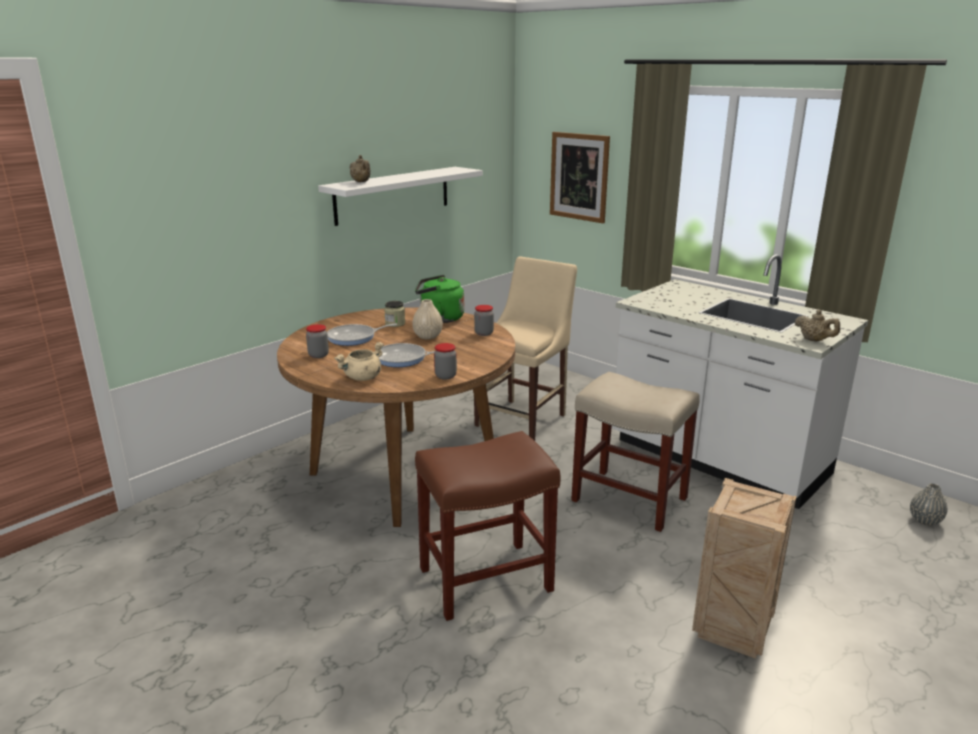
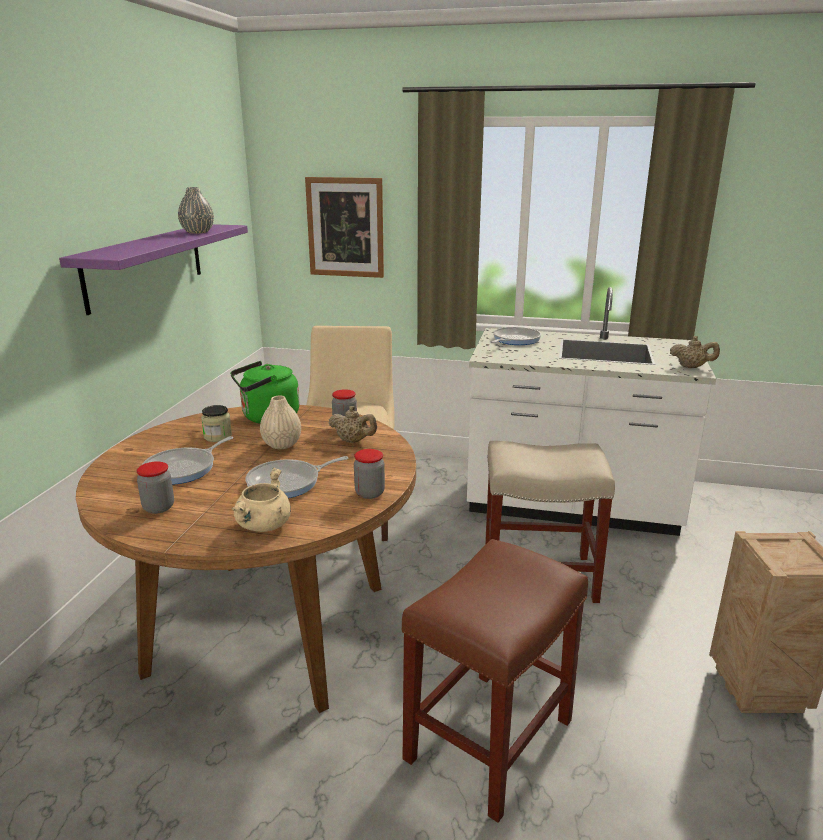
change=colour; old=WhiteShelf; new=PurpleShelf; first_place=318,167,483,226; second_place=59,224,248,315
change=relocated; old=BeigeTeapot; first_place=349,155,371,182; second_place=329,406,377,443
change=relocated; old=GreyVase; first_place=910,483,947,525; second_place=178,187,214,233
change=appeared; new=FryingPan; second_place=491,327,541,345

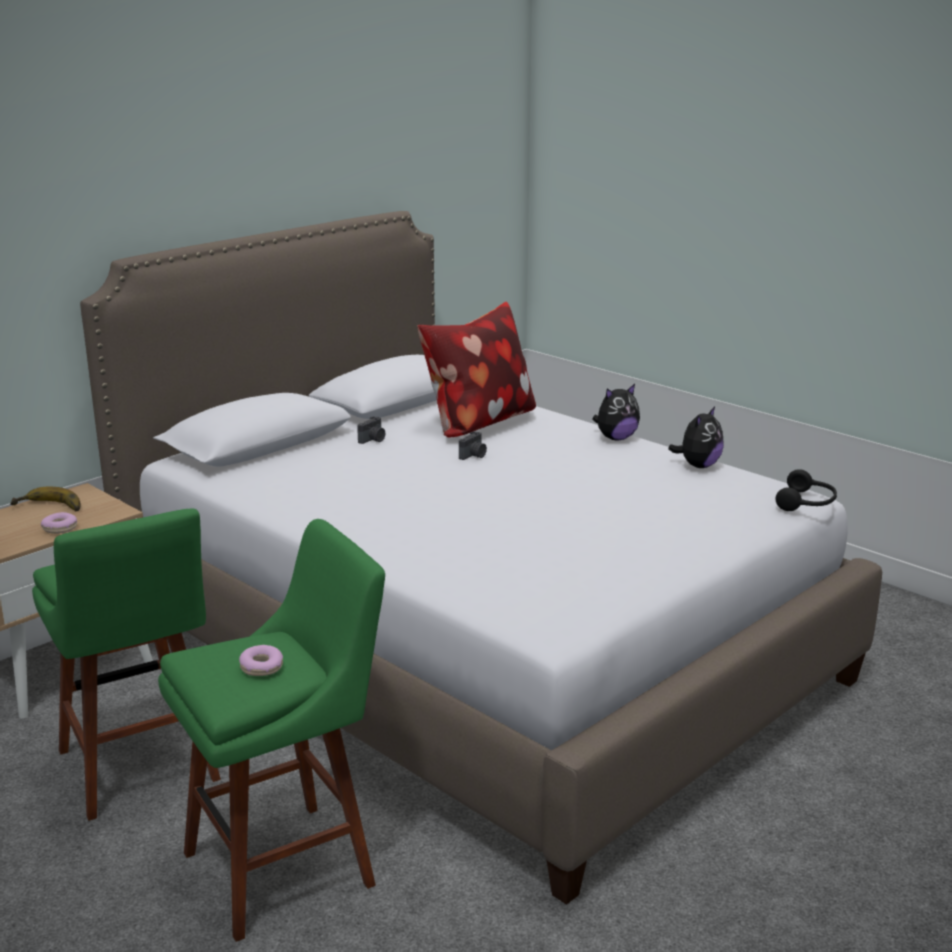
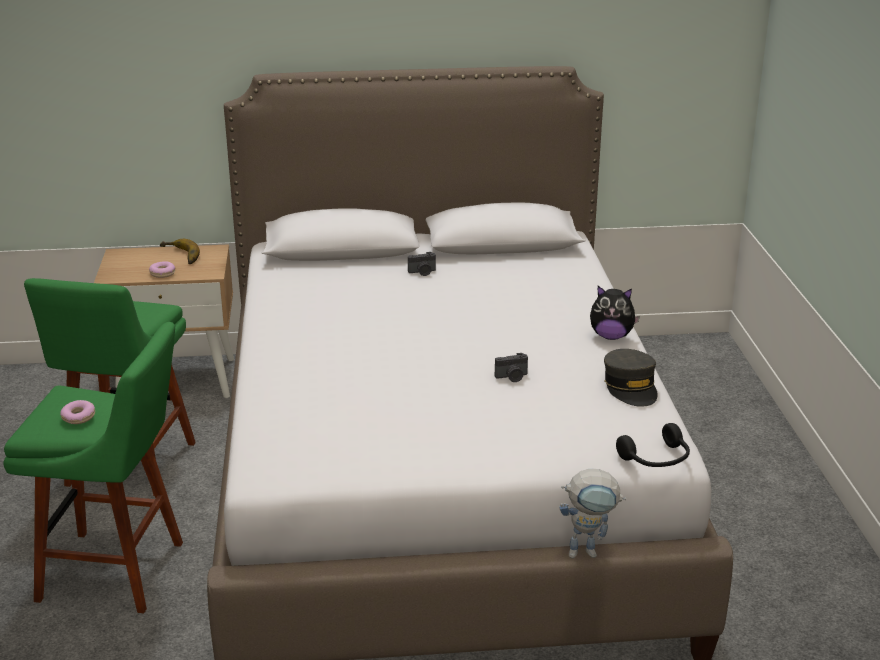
change=missing; old=Pillow; first_place=418,302,536,438
change=relocated; old=PhotoCamera; first_place=459,431,487,460; second_place=495,353,528,382
change=exchanged; old=PlushToy; new=GreyCap; first_place=668,406,724,468; second_place=604,349,658,407
change=appeared; new=ToyRobot; second_place=559,469,626,558

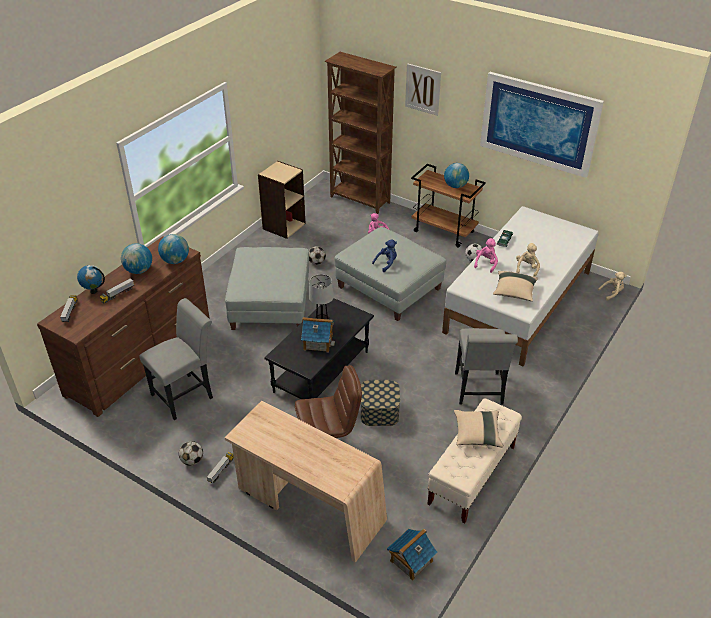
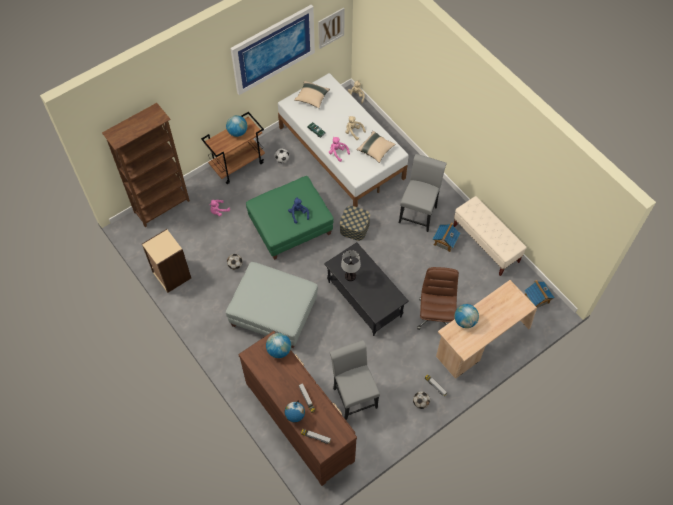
change=relocated; old=Globe; first_place=121,243,152,274; second_place=454,304,479,328
change=relocated; old=ToyHouse; first_place=301,317,335,352; second_place=433,223,461,252
change=colour; old=GreyOttoman; new=GreenOttoman; first_place=334,227,446,321; second_place=246,176,334,260
change=relocated; old=StorageBox; first_place=361,380,400,426; second_place=340,206,370,241
change=relocated; old=Picture; first_place=405,64,441,116; second_place=318,8,345,49
change=relocated; old=BeigePillow; first_place=454,410,503,447; second_place=294,81,330,108
change=spun; old=GreyChair; first_place=455,328,518,405; second_place=399,154,447,232; degrees=-90

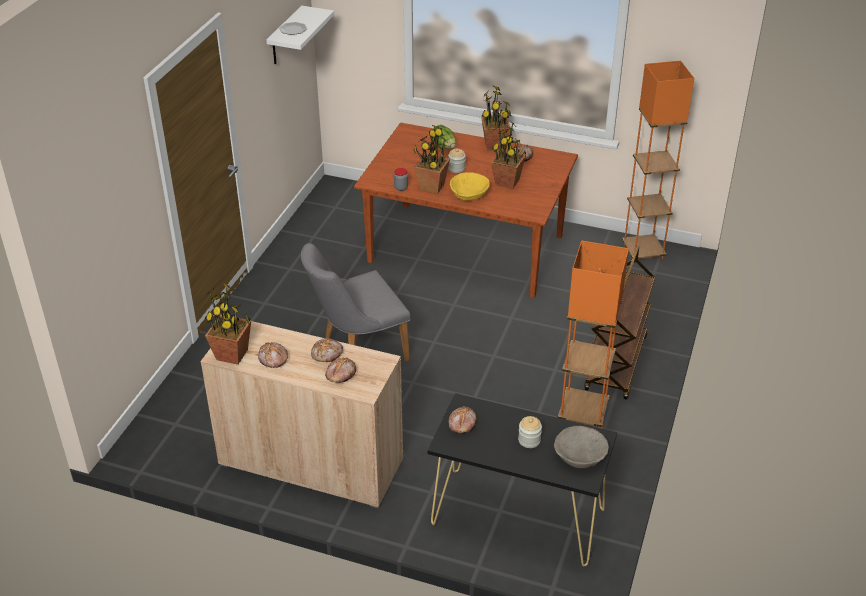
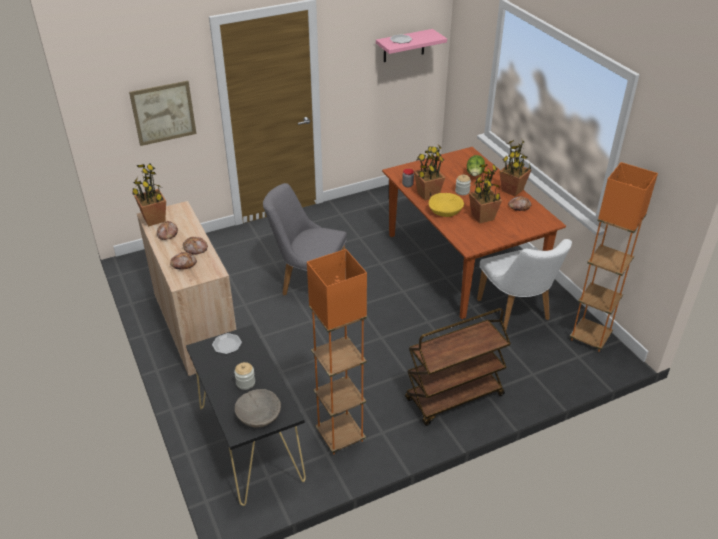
change=colour; old=WhiteShelf; new=PinkShelf; first_place=266,6,334,64; second_place=376,29,447,62
change=exchanged; old=Bread; new=Plate; first_place=449,406,477,433; second_place=212,333,242,354
change=appeared; new=Picture; second_place=129,81,196,146
change=appeared; new=WhiteChair; second_place=477,239,572,331

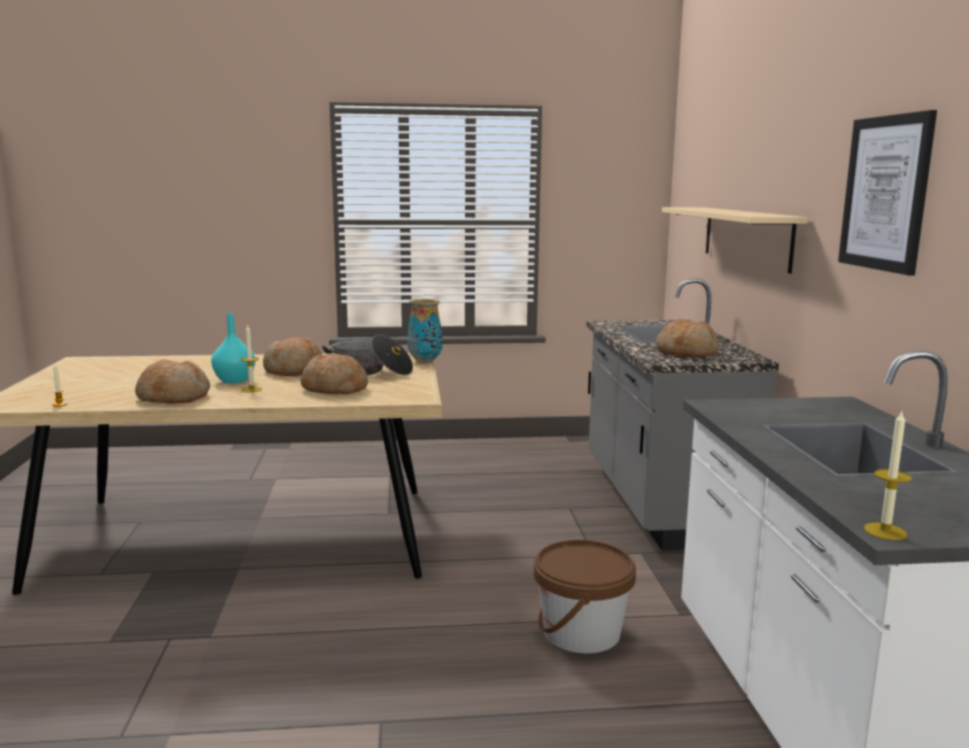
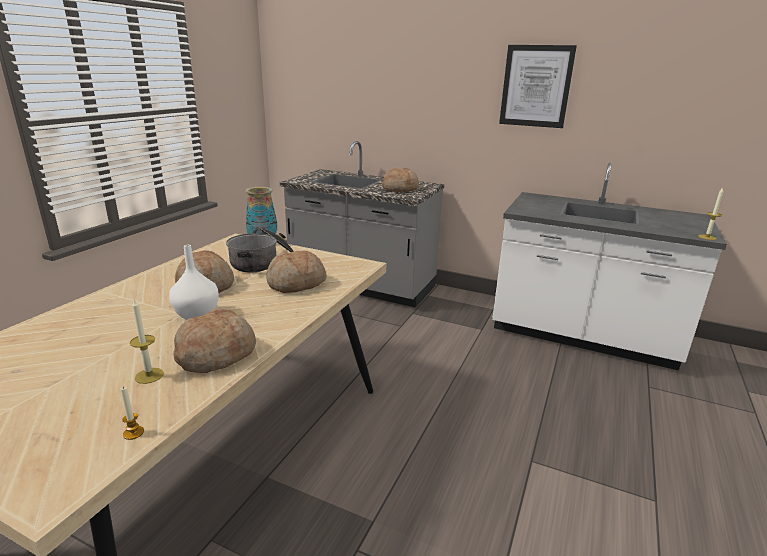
change=colour; old=TurquoiseVase; new=WhiteVase; first_place=211,313,255,383; second_place=169,245,219,320
change=relocated; old=Candle; first_place=241,324,262,392; second_place=130,299,164,384
change=missing; old=BrownBucket; first_place=533,540,636,653
change=missing; old=BeigeShelf; first_place=662,207,808,274

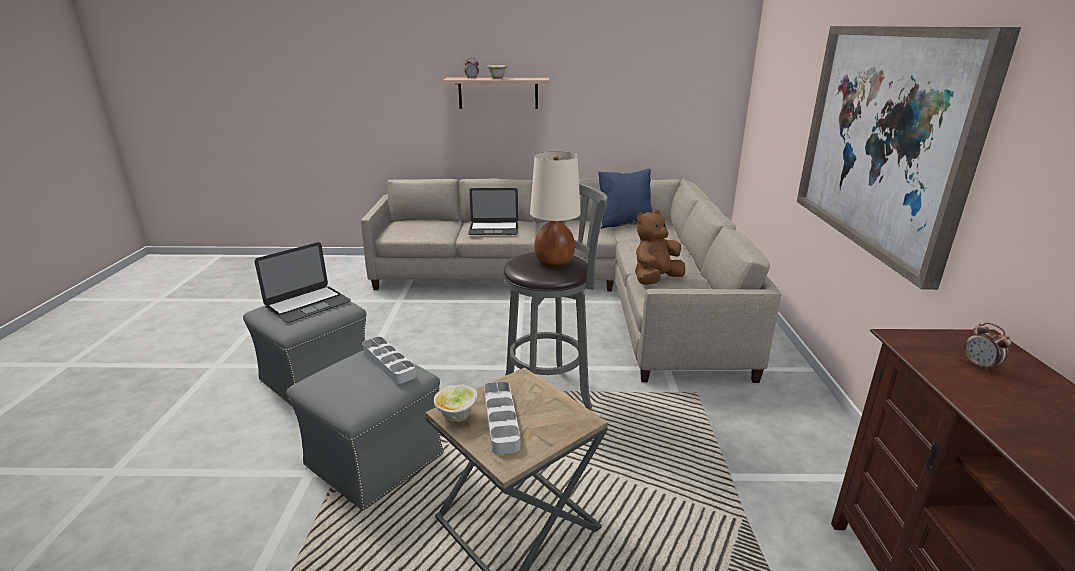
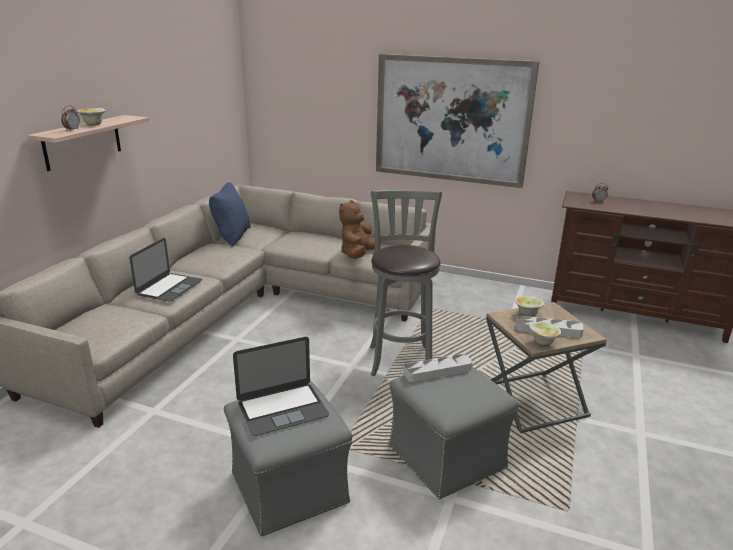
change=spun; old=Laptop; first_place=255,242,351,323; second_place=233,337,329,436; degrees=90
change=missing; old=BeigeTableLamp; first_place=530,151,581,267
change=spun; old=BrownPlushToy; first_place=635,210,686,285; second_place=339,200,375,259; degrees=45
change=appeared; new=Bowl; second_place=516,296,544,317

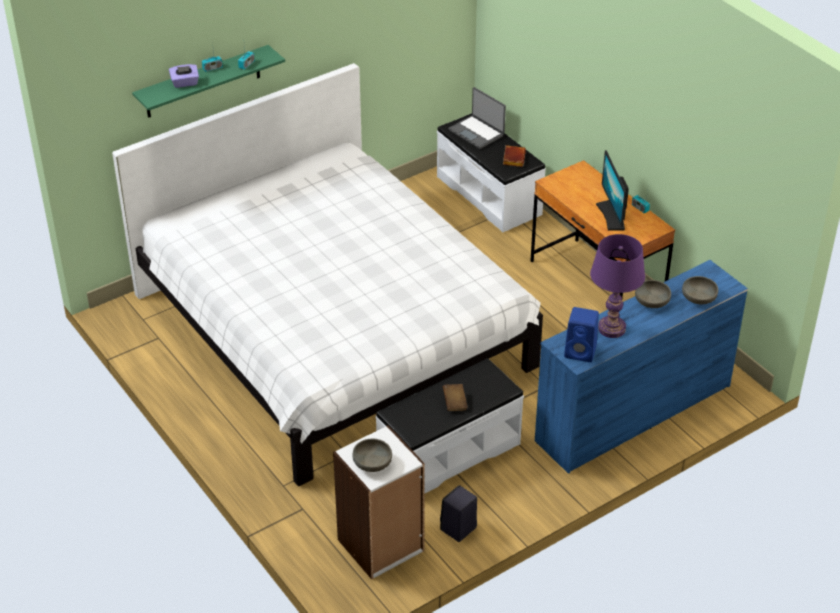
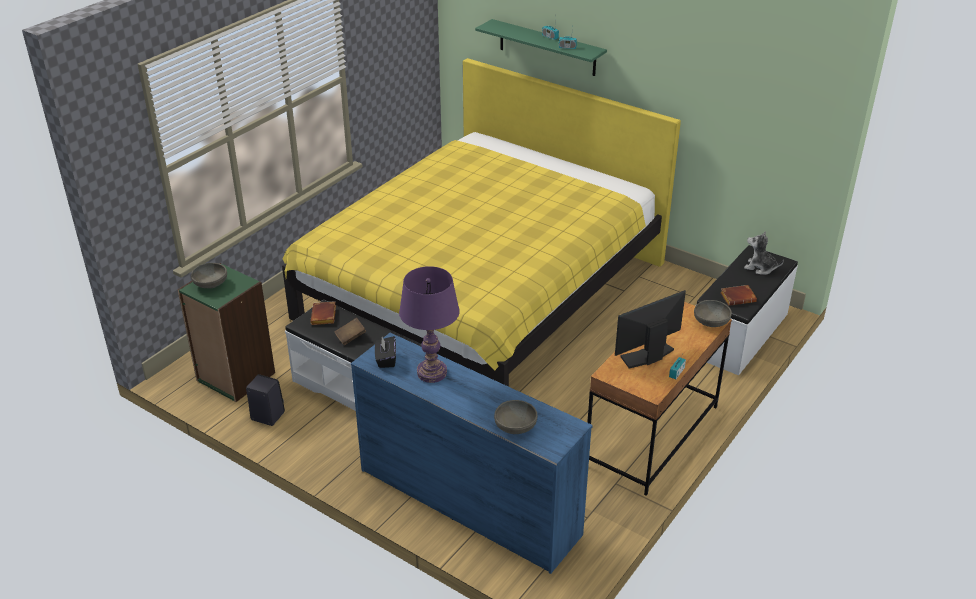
change=colour; old=WhiteBed; new=YellowBed; first_place=112,63,543,486; second_place=282,58,681,387
change=missing; old=PurpleTissueBox; first_place=169,64,199,88
change=colour; old=WhiteBookcase; new=GreenBookcase; first_place=333,425,425,580; second_place=177,263,275,402
change=exchanged; old=Laptop; new=PlushToy; first_place=448,87,506,149; second_place=744,231,784,275
change=exchanged; old=BlueSpeaker; new=BlackTissueBox; first_place=564,307,599,362; second_place=375,336,396,368
change=relocated; old=GreyBowl; first_place=635,280,671,308; second_place=694,300,732,327
change=appeared; new=BrownBook; second_place=310,301,336,325

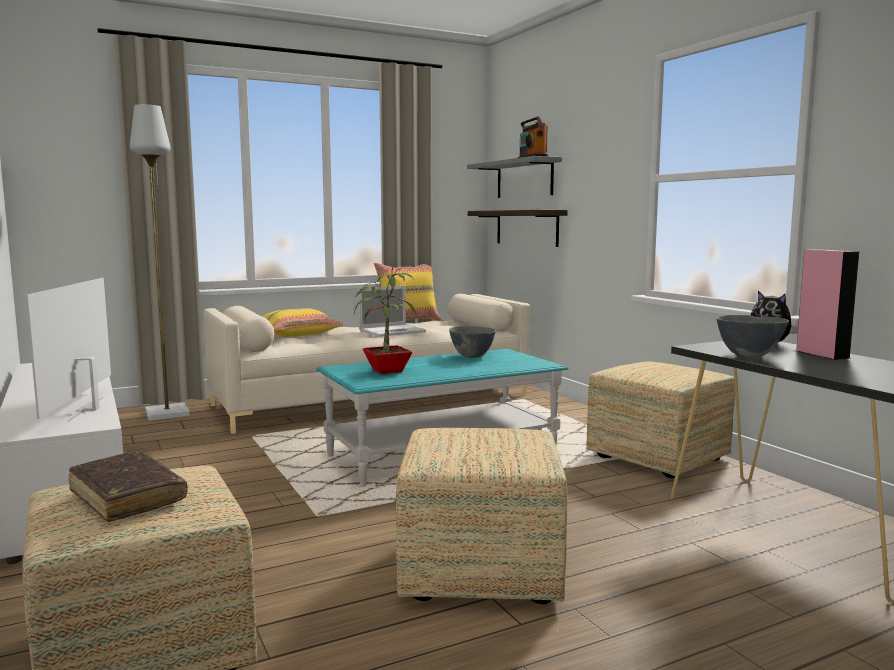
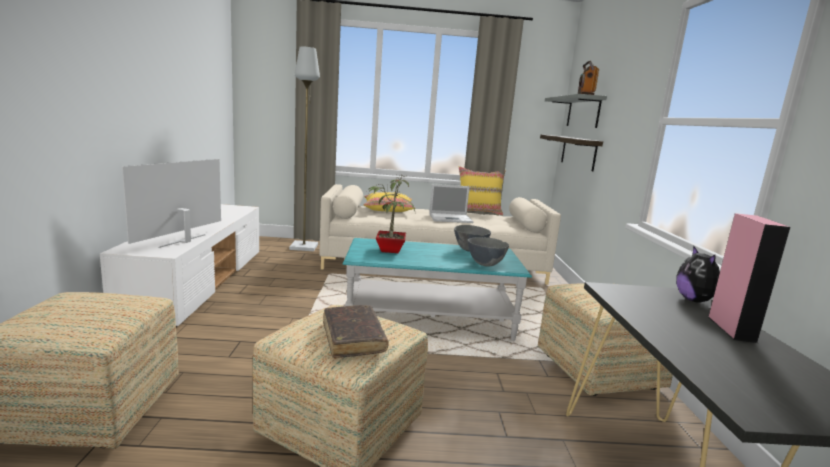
change=relocated; old=BrownBook; first_place=69,451,188,522; second_place=323,305,389,358
change=relocated; old=GreyBowl; first_place=717,315,789,358; second_place=467,237,509,267

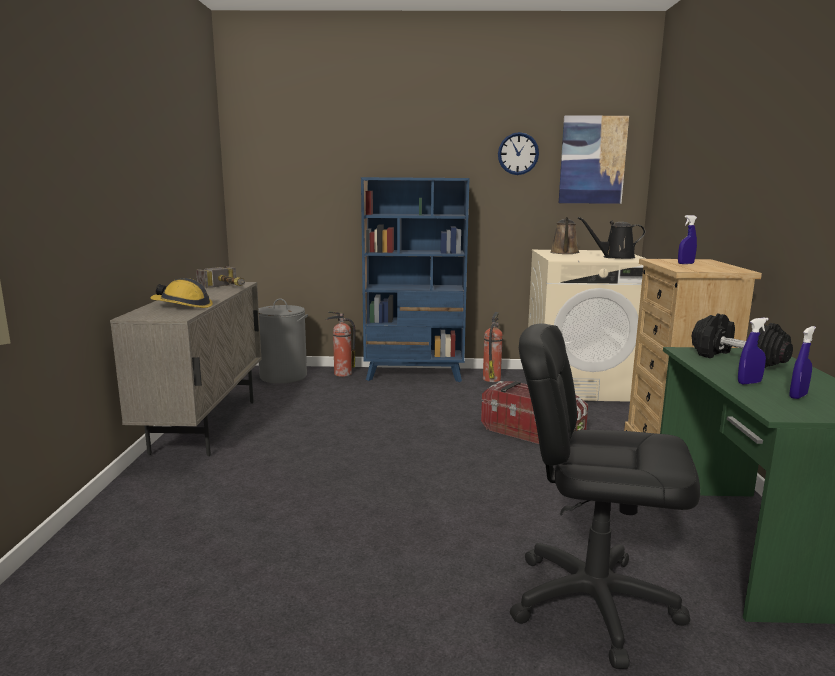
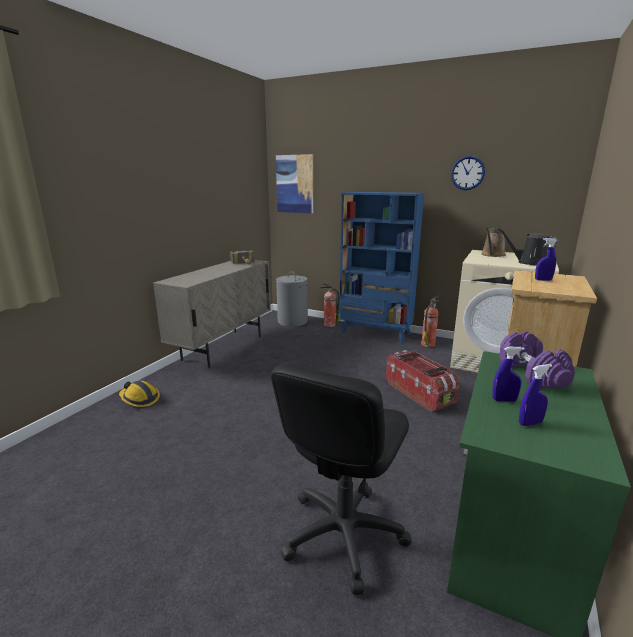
change=relocated; old=HardHat; first_place=151,278,213,308; second_place=119,381,160,407
change=spun; old=BlackOfficeChair; first_place=510,324,700,669; second_place=271,362,412,595; degrees=-105
change=relocated; old=Picture; first_place=559,115,629,204; second_place=276,154,313,213
change=colour; old=BlackDumbbell; new=PurpleDumbbell; first_place=692,314,793,368; second_place=499,332,575,389

